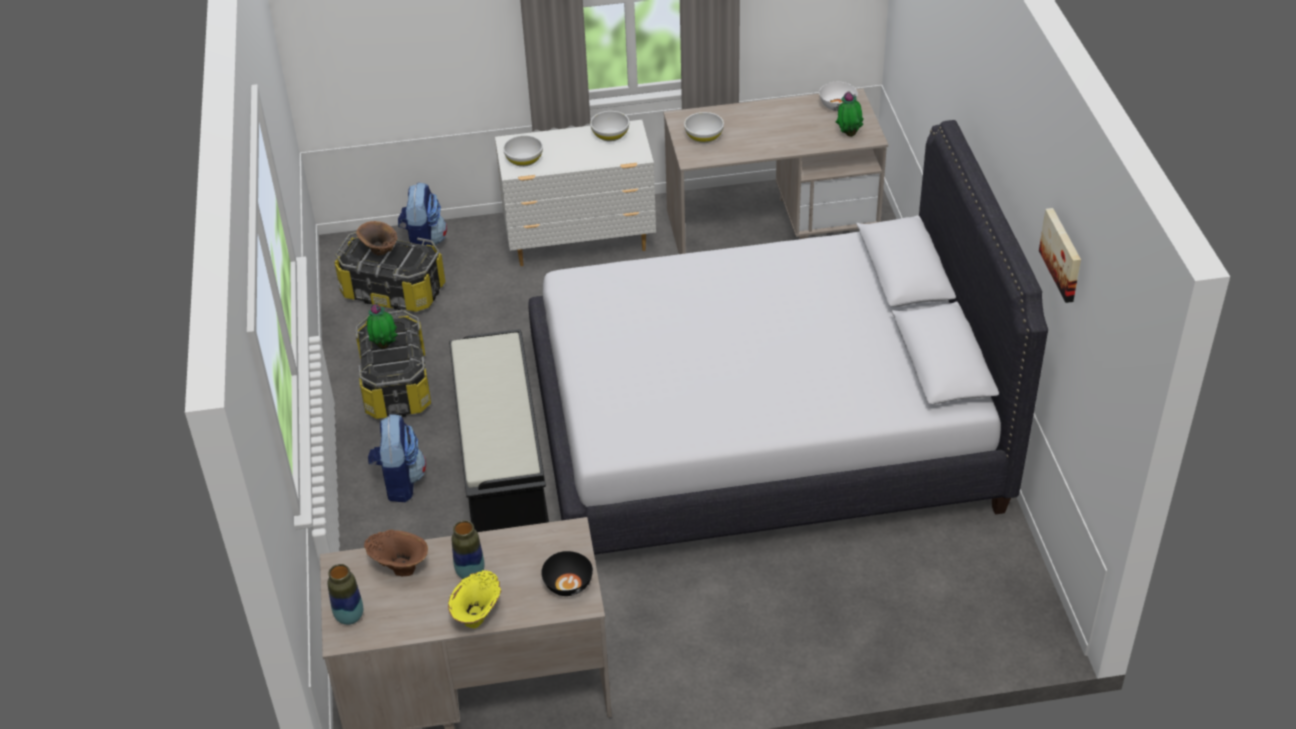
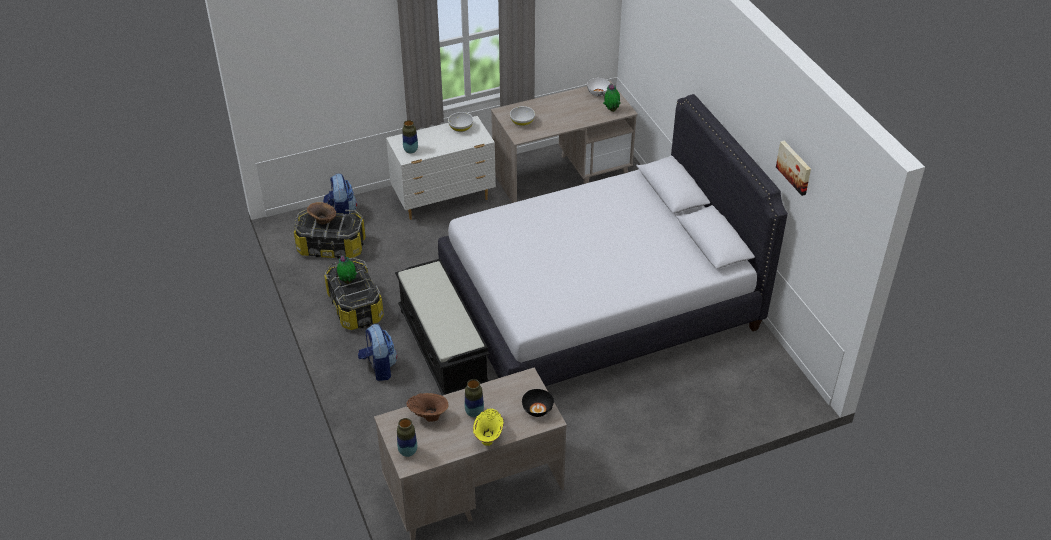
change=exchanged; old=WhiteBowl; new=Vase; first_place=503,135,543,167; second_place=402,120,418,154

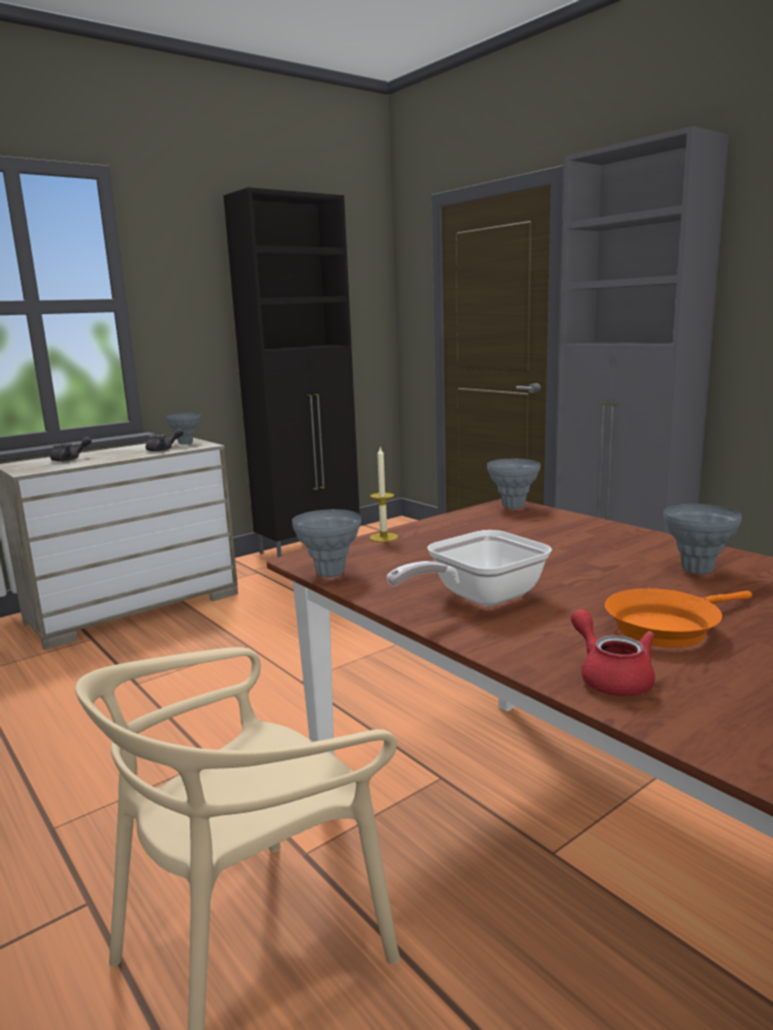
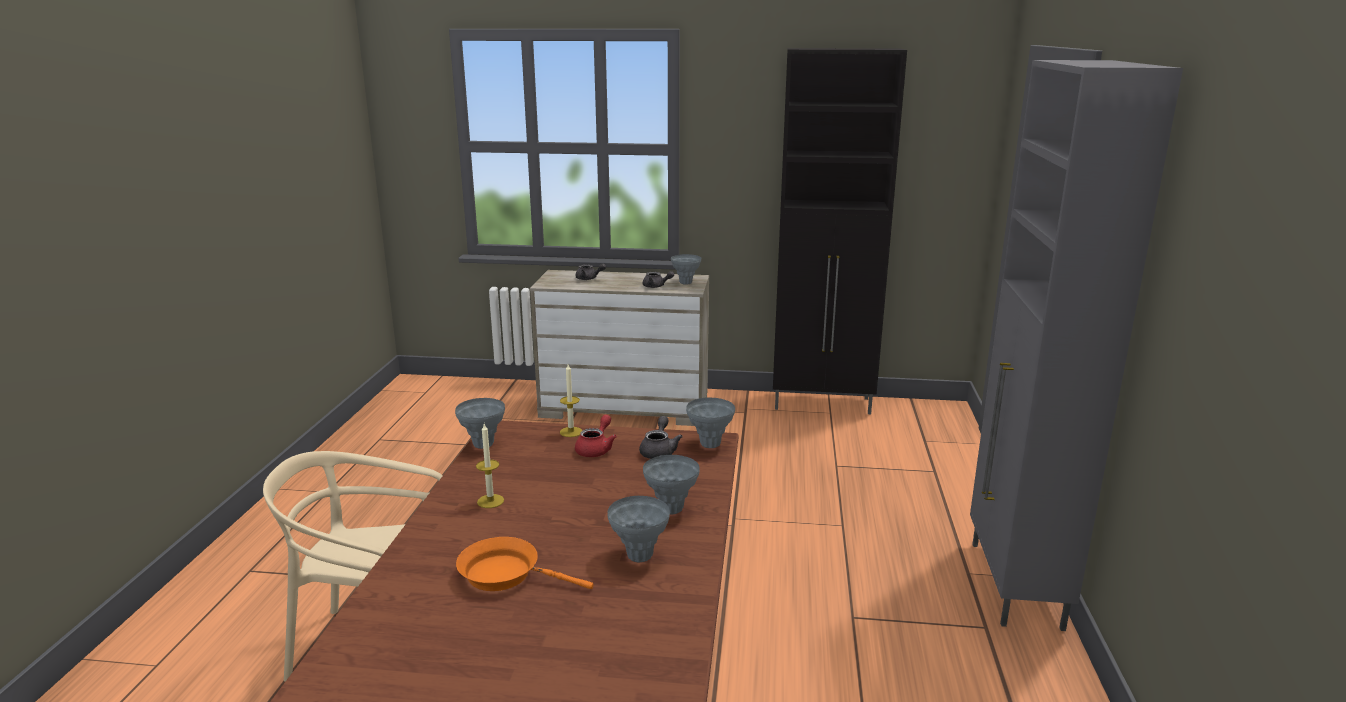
change=exchanged; old=FryingPan; new=Candle; first_place=387,530,552,606; second_place=476,424,504,508
change=relocated; old=RedTeapot; first_place=571,609,655,696; second_place=575,415,617,457
change=appeared; new=GreyTeapot; second_place=639,416,683,459
change=appeared; new=GreyVase; second_place=643,455,700,514

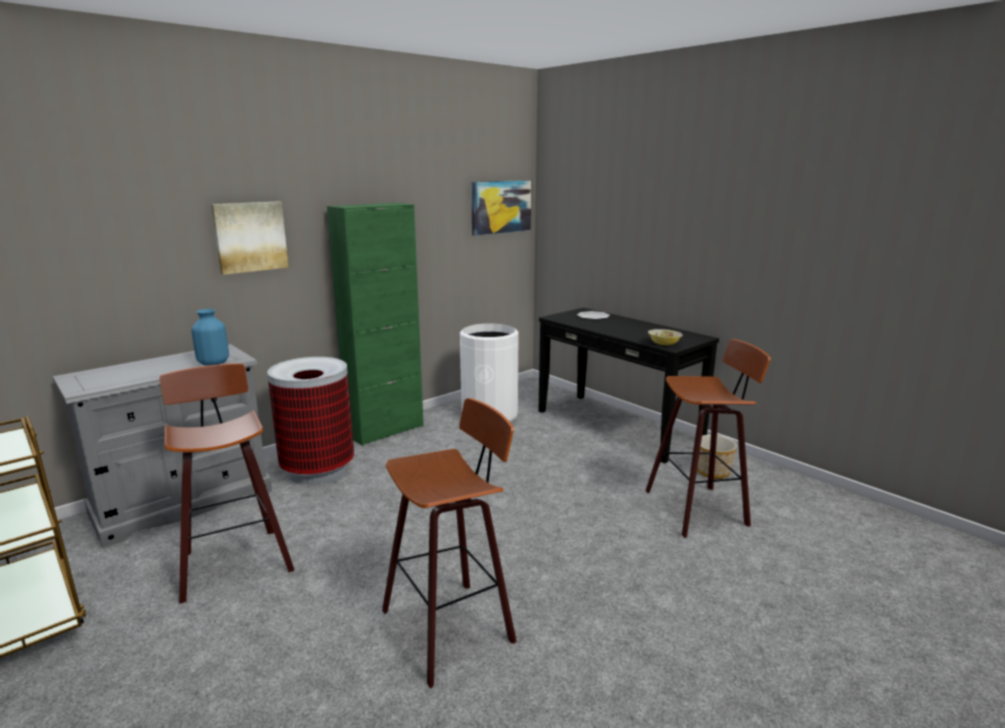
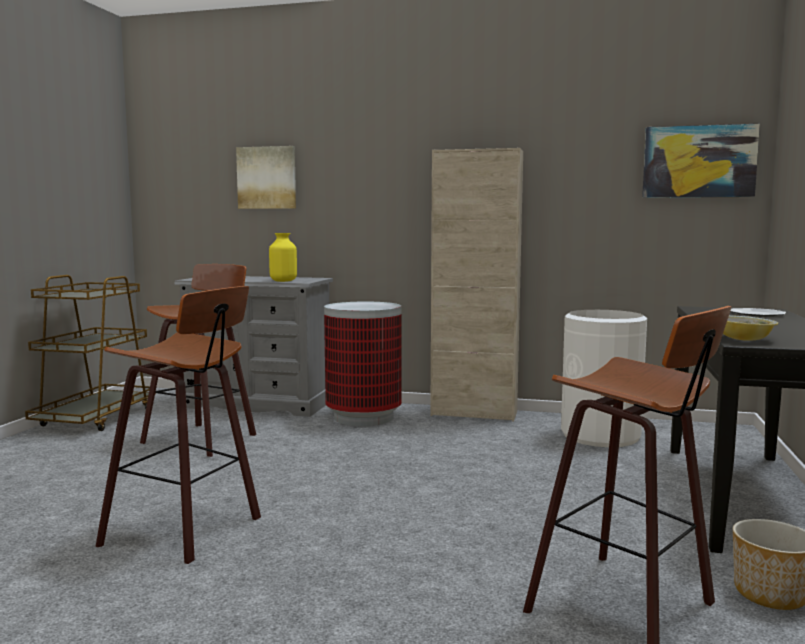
change=colour; old=BlueVase; new=YellowVase; first_place=191,309,229,366; second_place=269,233,297,282
change=relocated; old=Picture; first_place=211,201,289,275; second_place=236,146,296,209
change=colour; old=GreenCabinet; new=BeigeCabinet; first_place=327,203,424,446; second_place=430,148,523,421

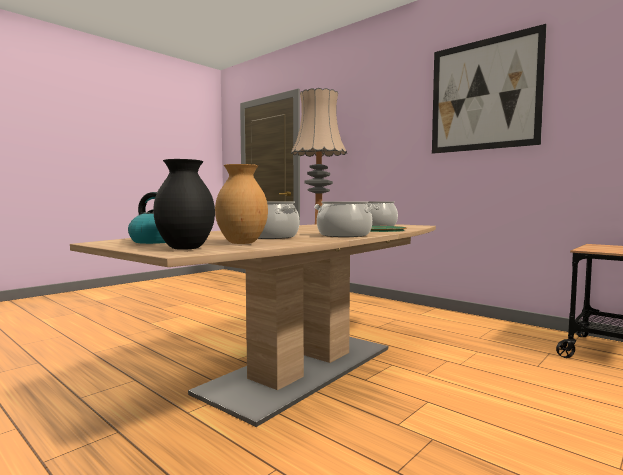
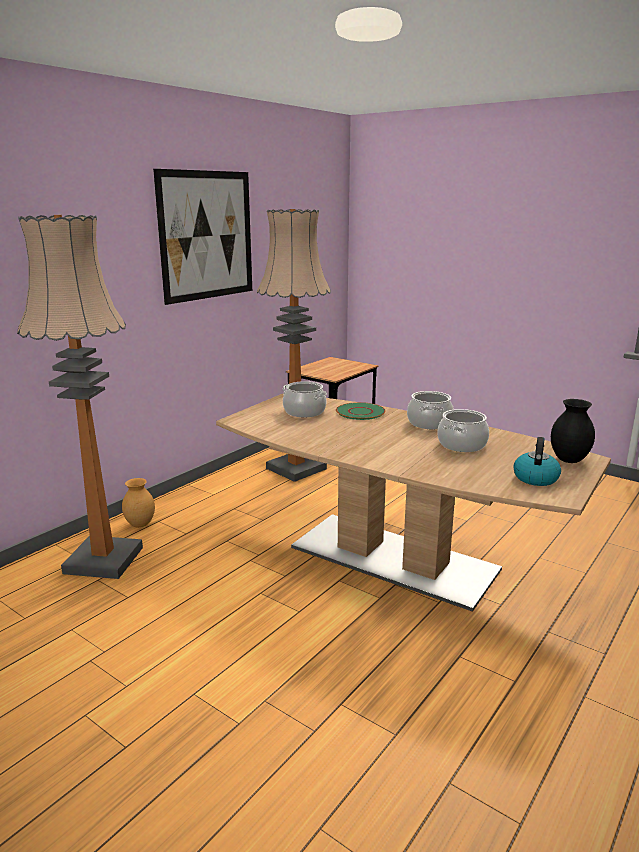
change=relocated; old=BrownVase; first_place=215,164,268,244; second_place=122,478,155,528
change=appeared; new=FloorLamp; second_place=257,209,331,482

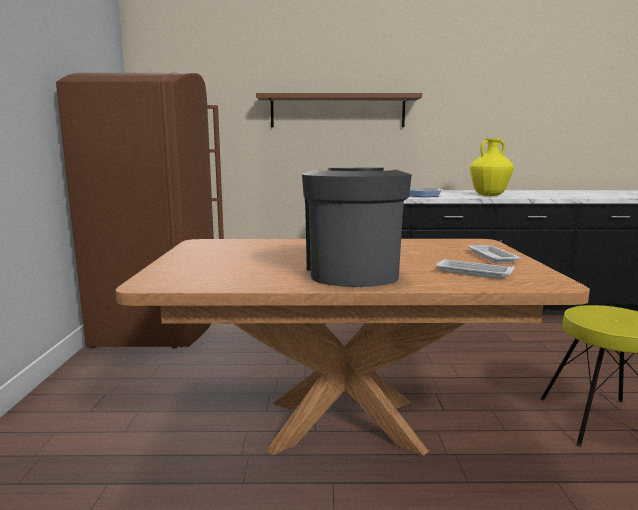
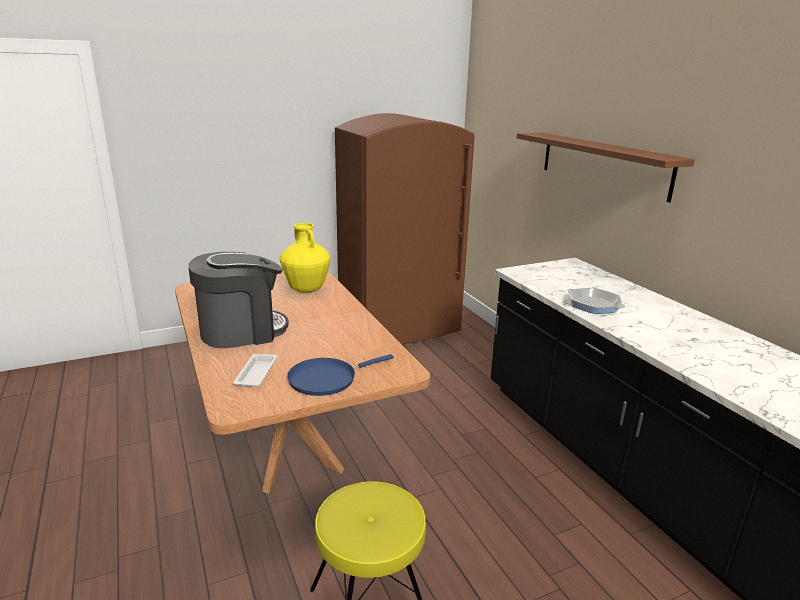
change=exchanged; old=WhiteTray; new=BlueFryingPan; first_place=468,245,521,264; second_place=287,354,394,396
change=relocated; old=YellowVase; first_place=470,138,514,196; second_place=280,223,331,293

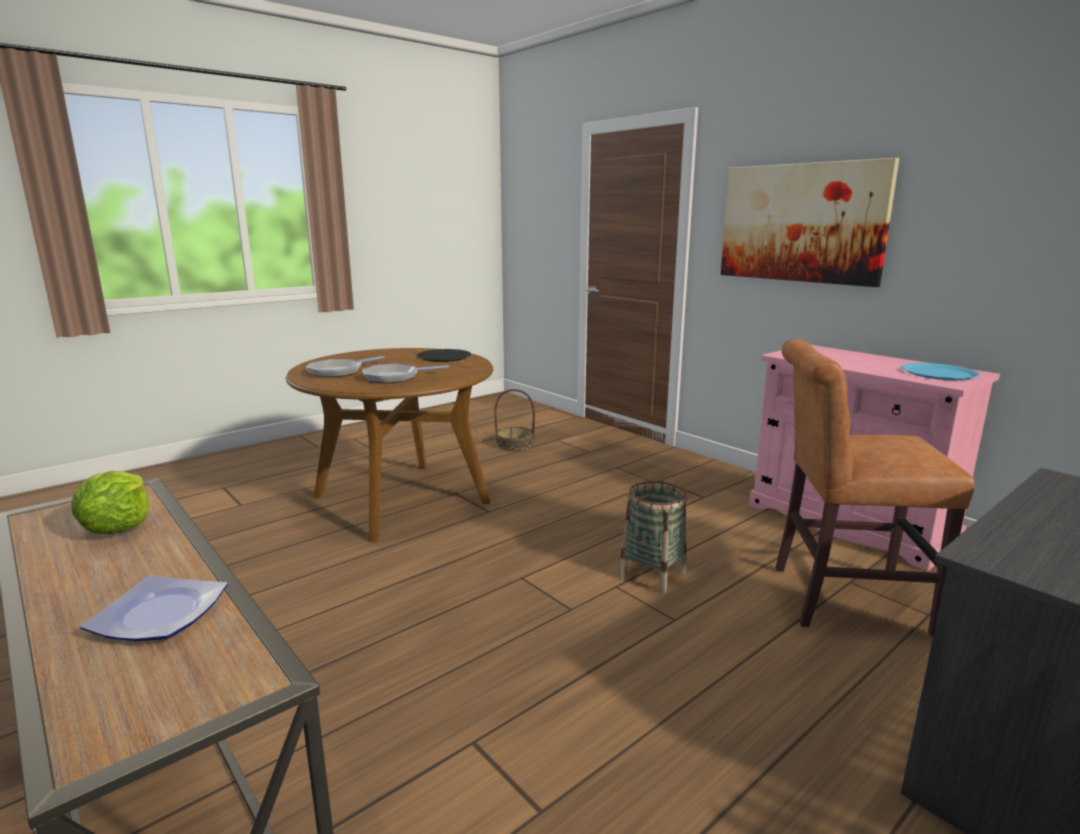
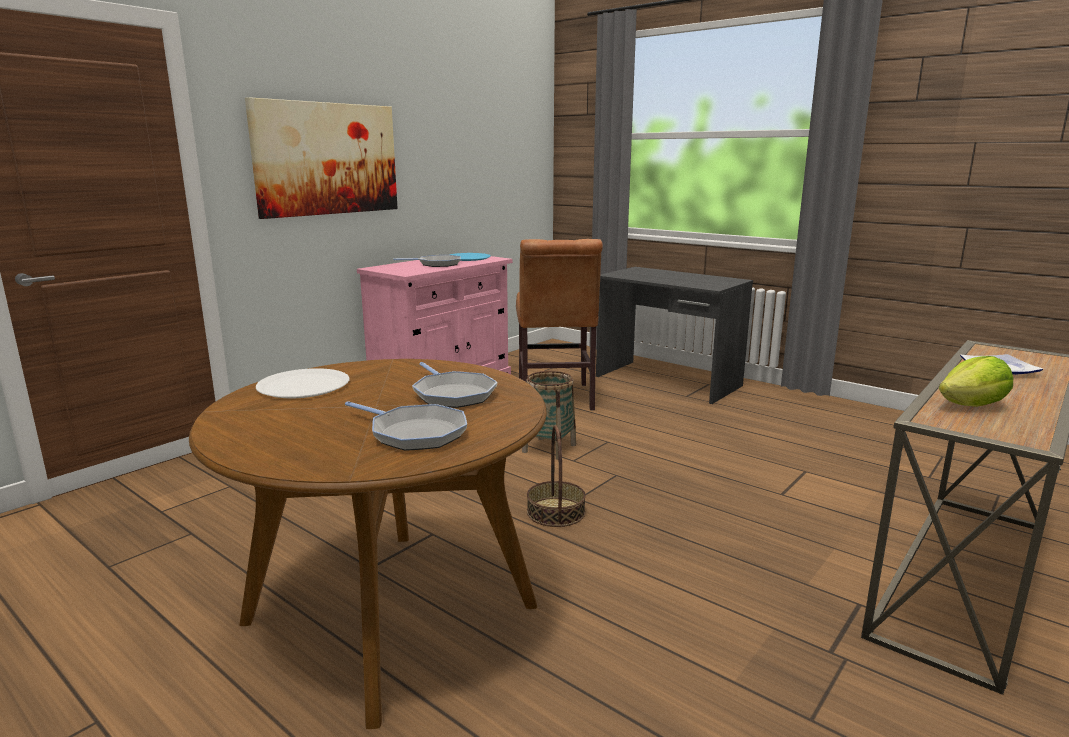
change=colour; old=BlackPlate; new=WhitePlate; first_place=417,349,471,362; second_place=256,368,350,398
change=relocated; old=Basket; first_place=494,389,535,451; second_place=527,425,586,527
change=appeared; new=FryingPan; second_place=393,255,461,267

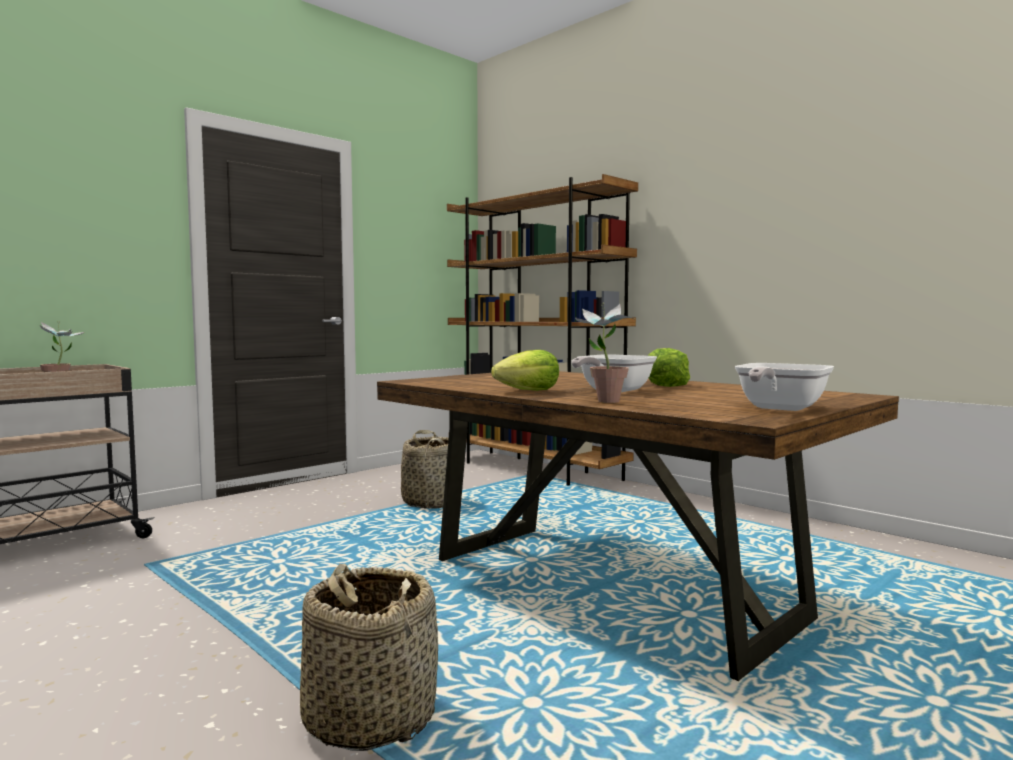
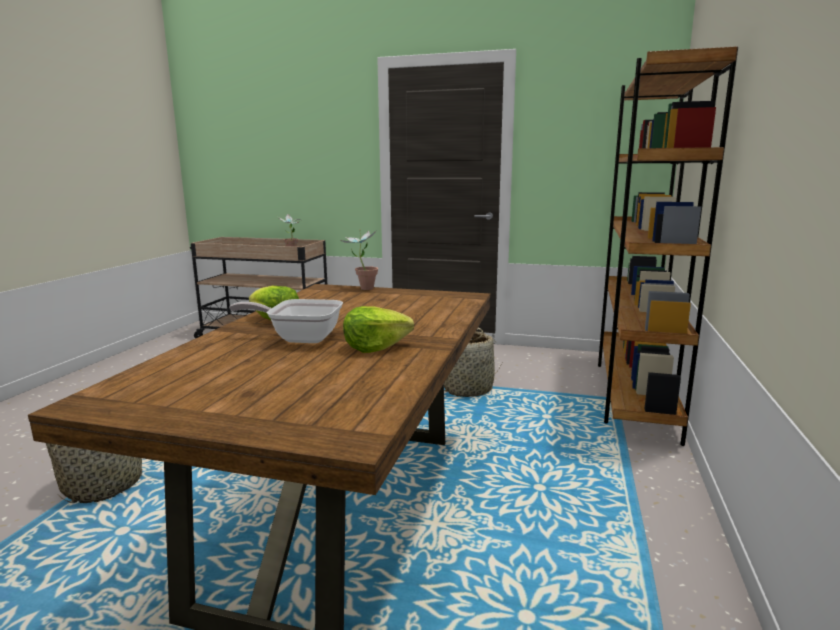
change=relocated; old=PottedPlant; first_place=575,302,634,403; second_place=341,229,378,290
change=missing; old=FryingPan; first_place=735,363,834,411

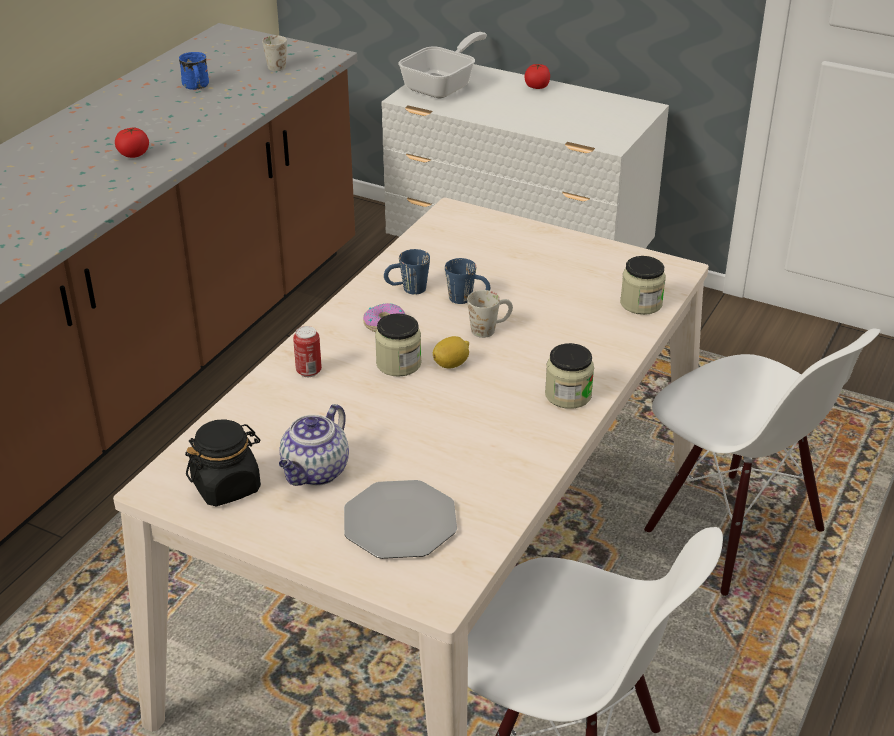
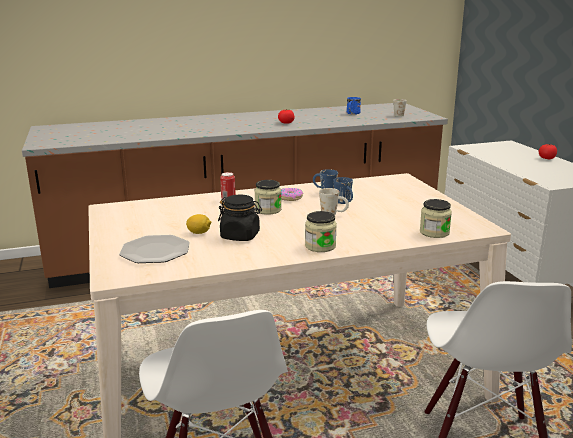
change=relocated; old=BlackJar; first_place=185,419,261,506; second_place=218,195,262,241
change=missing; old=Teapot; first_place=279,404,349,486
change=missing; old=FryingPan; first_place=398,32,487,99
change=relocated; old=Lemon; first_place=433,336,469,369; second_place=186,214,211,234

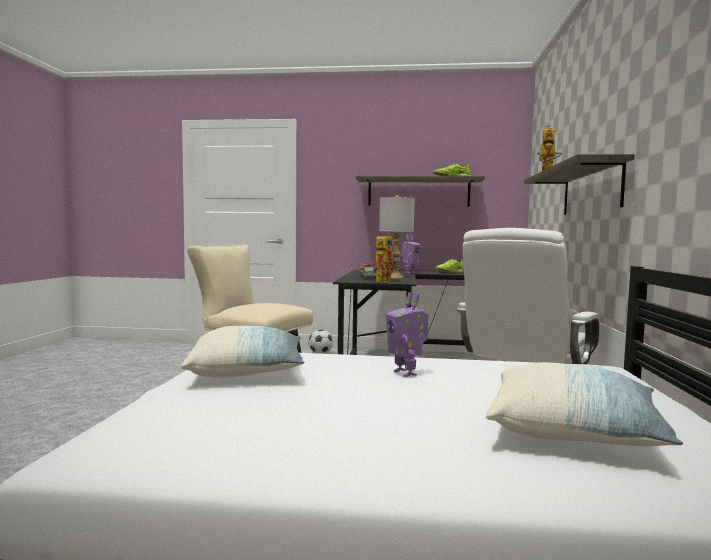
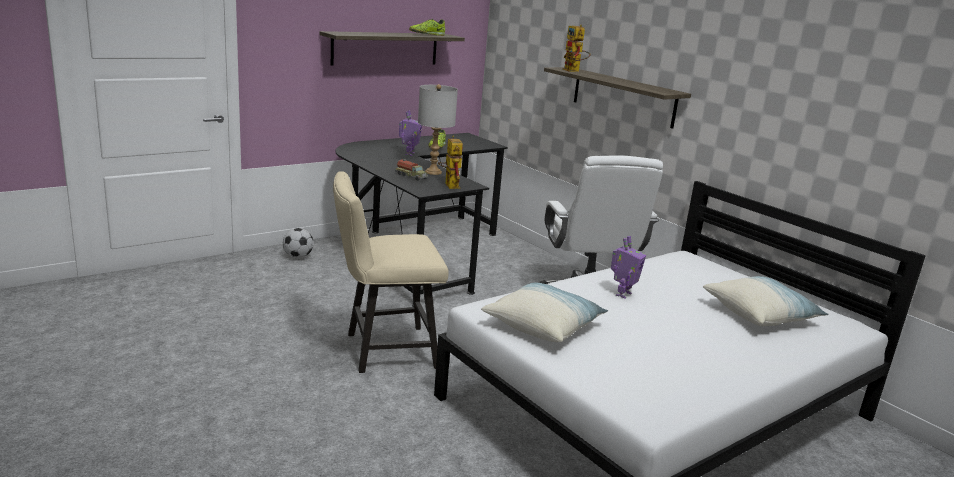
change=spun; old=ToyRobot; first_place=386,292,429,377; second_place=611,236,646,298; degrees=-75

